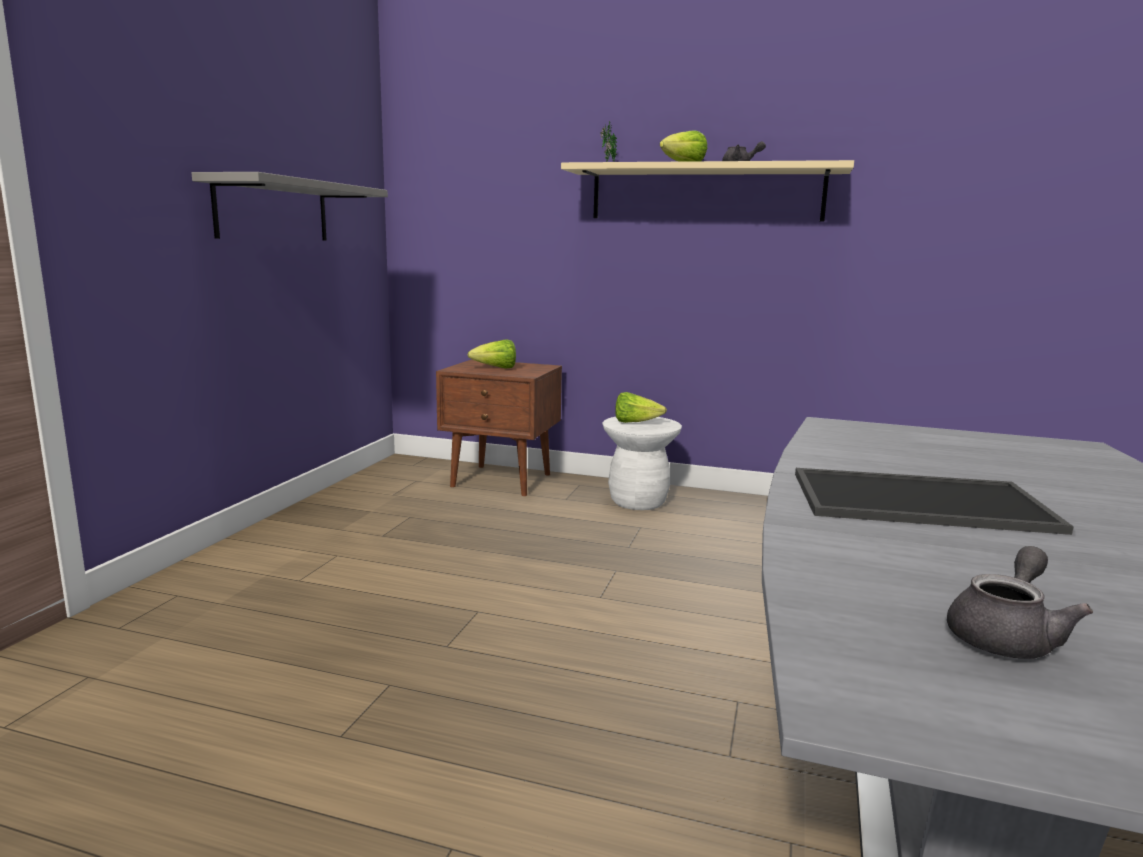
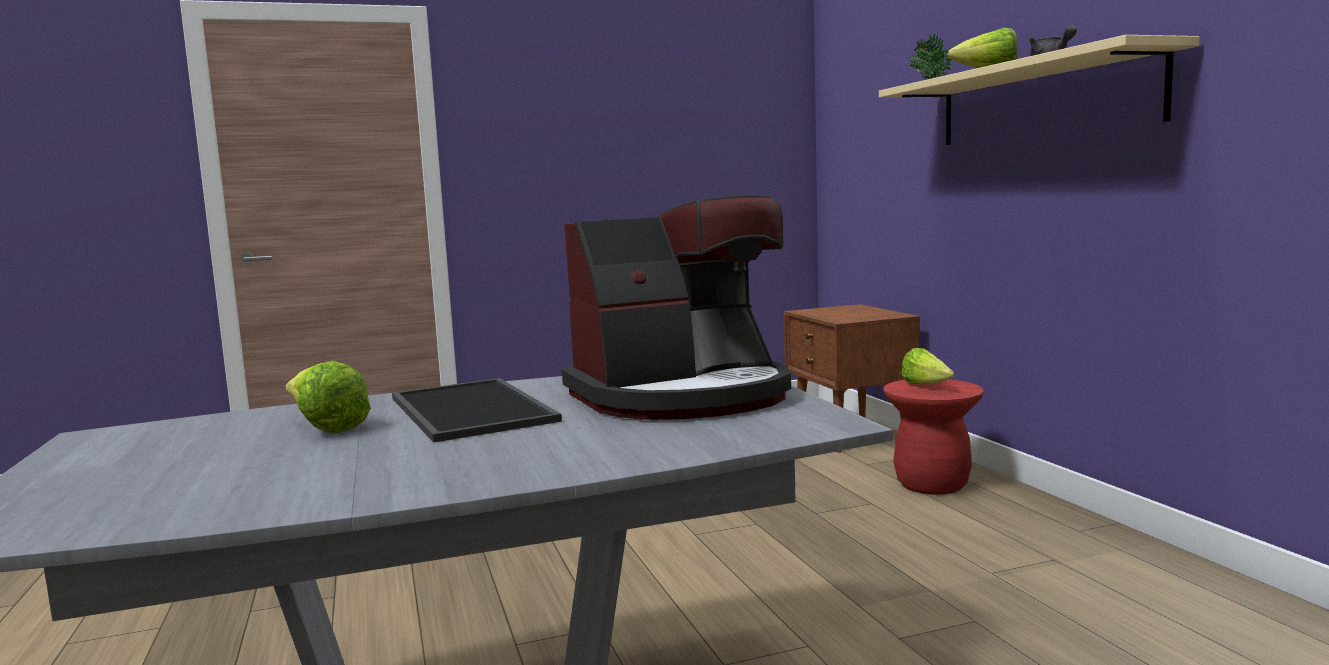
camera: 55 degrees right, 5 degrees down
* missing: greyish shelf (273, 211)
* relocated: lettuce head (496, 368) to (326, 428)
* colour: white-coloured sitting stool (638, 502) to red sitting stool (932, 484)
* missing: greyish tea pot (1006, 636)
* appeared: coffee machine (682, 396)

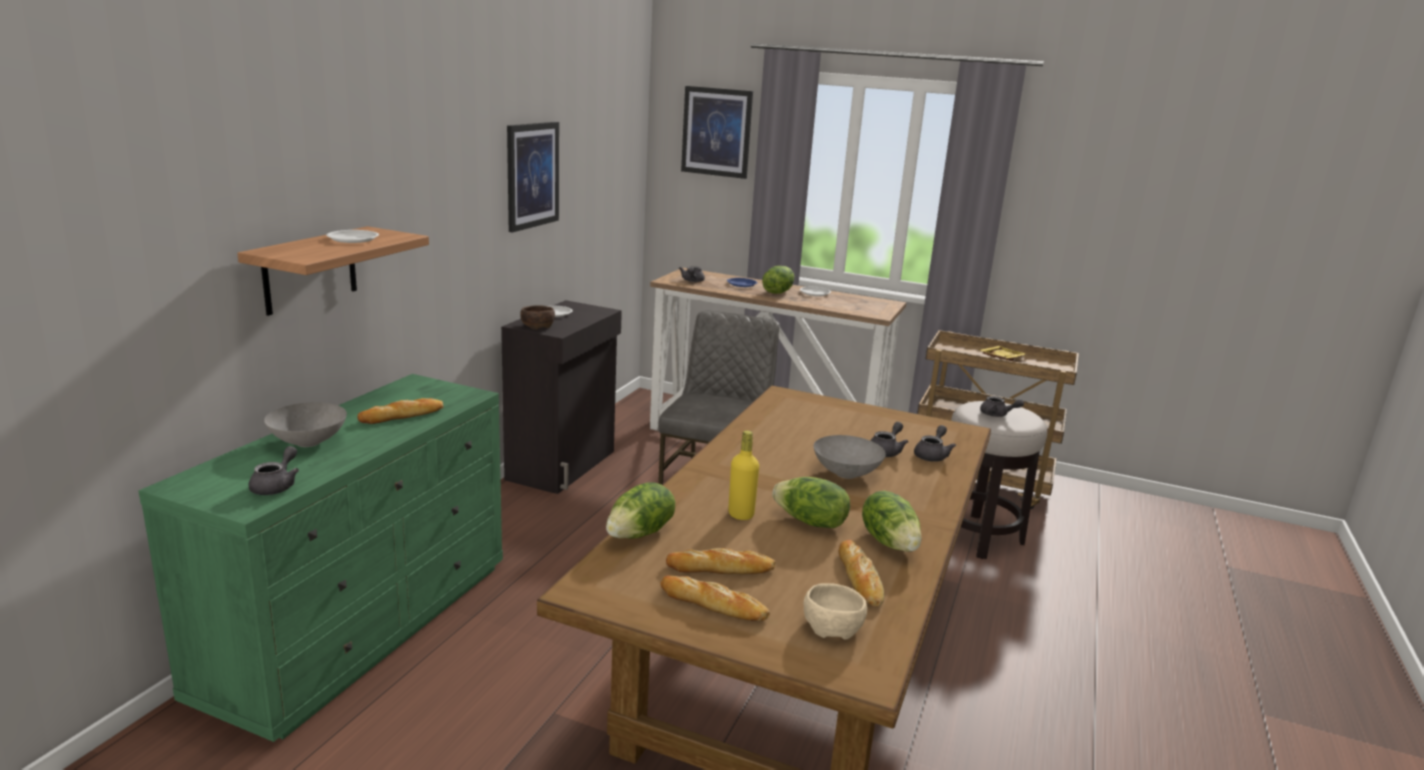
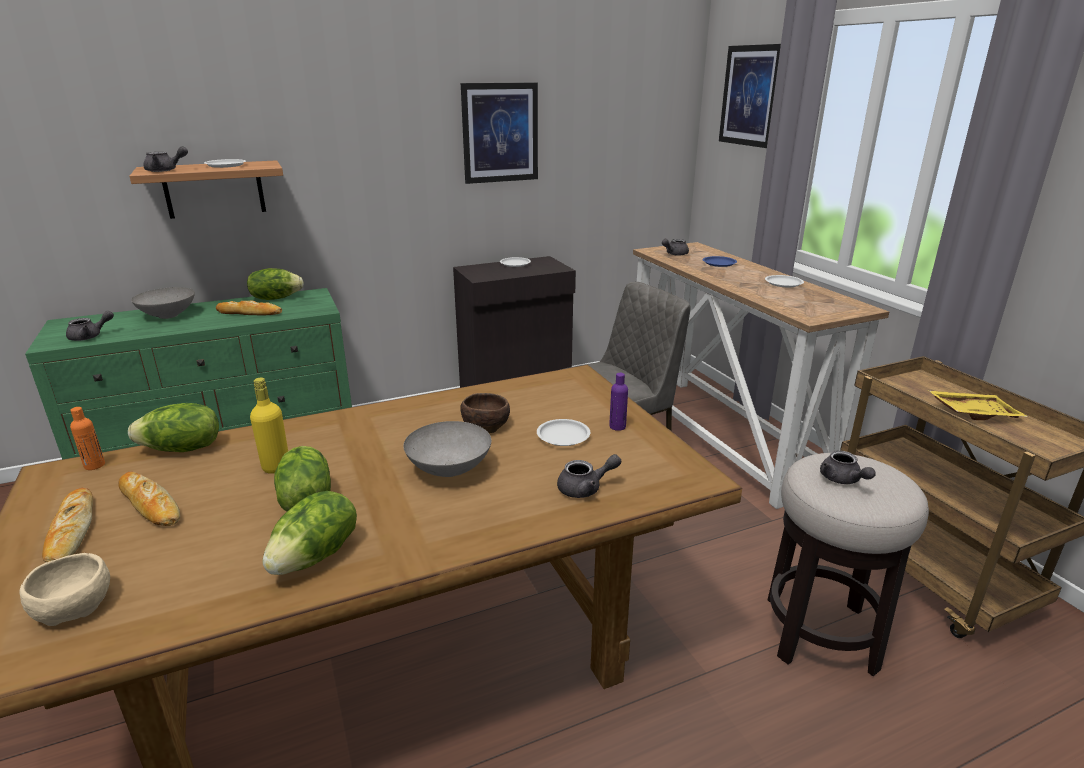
camera: 45 degrees right, 5 degrees up
* relocated: lettuce head (777, 292) to (275, 298)
* relocated: brown-coloured bowl (537, 326) to (485, 424)
* relocated: greyish tea pot (886, 451) to (165, 170)
* missing: bakery bread (859, 577)
* appeared: purple drink bottle (617, 426)
* appeared: orange-coloured drink bottle (94, 465)
* appeared: white-coloured plate (563, 436)

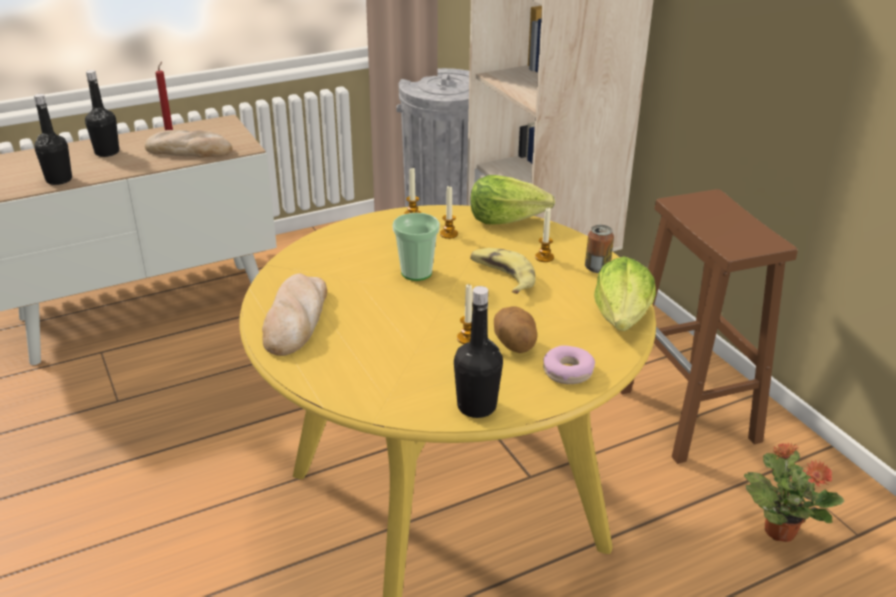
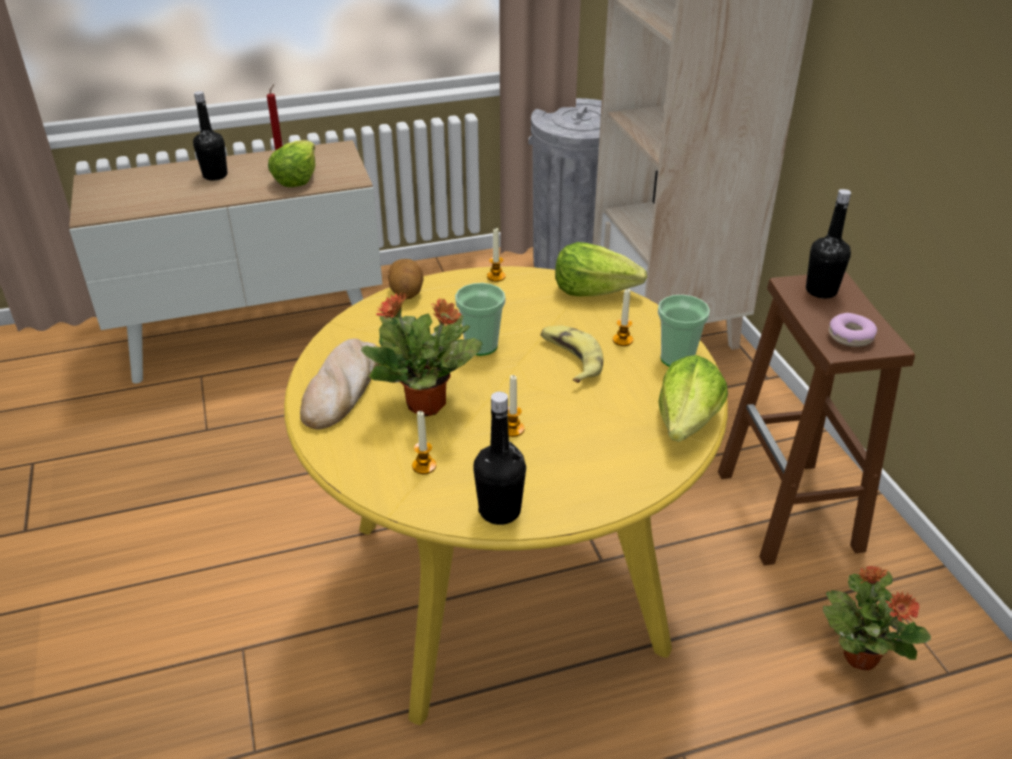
camera: 10 degrees right, 5 degrees up
* relocated: black-coloured drink bottle (59, 180) to (821, 291)
* exchanged: bakery bread (189, 150) to lettuce head (296, 178)
* relocated: wax candle (448, 234) to (424, 466)
* exchanged: metal can (597, 268) to drinking cup (677, 358)
* relocated: spud (515, 345) to (406, 293)
* relocated: doughnut (568, 372) to (851, 336)
* appeared: potted plant (428, 405)

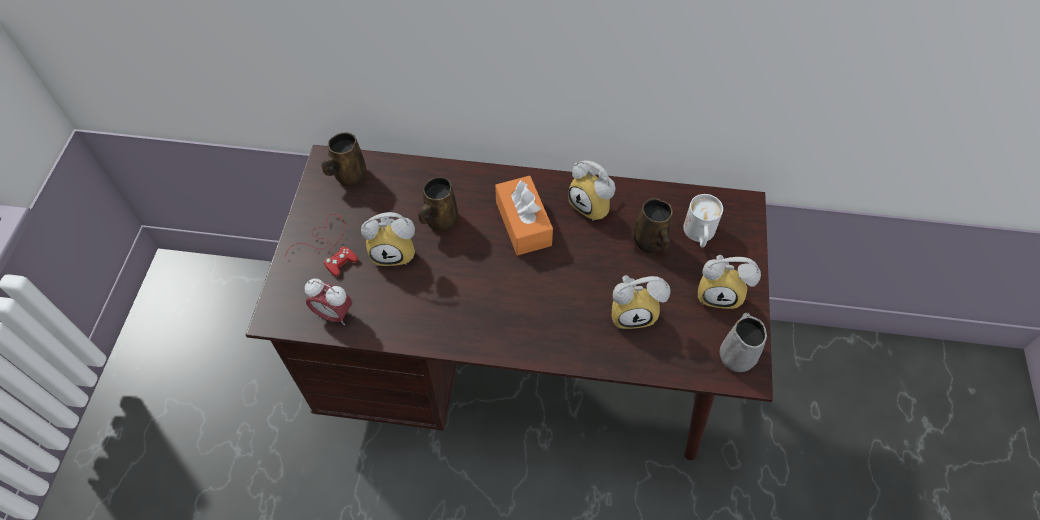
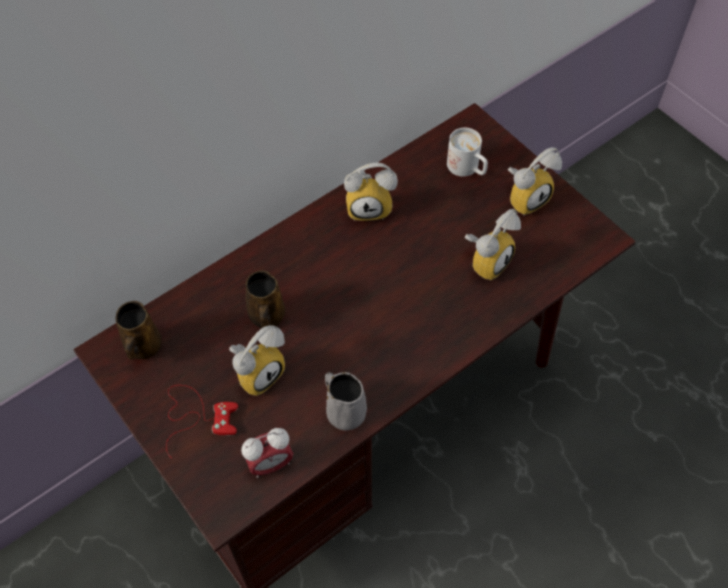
camera: 45 degrees left, 0 degrees up
* missing: orange-coloured tissue box (523, 223)
* missing: brown-coloured mug (650, 243)
* relocated: greyish mug (737, 355) to (345, 412)

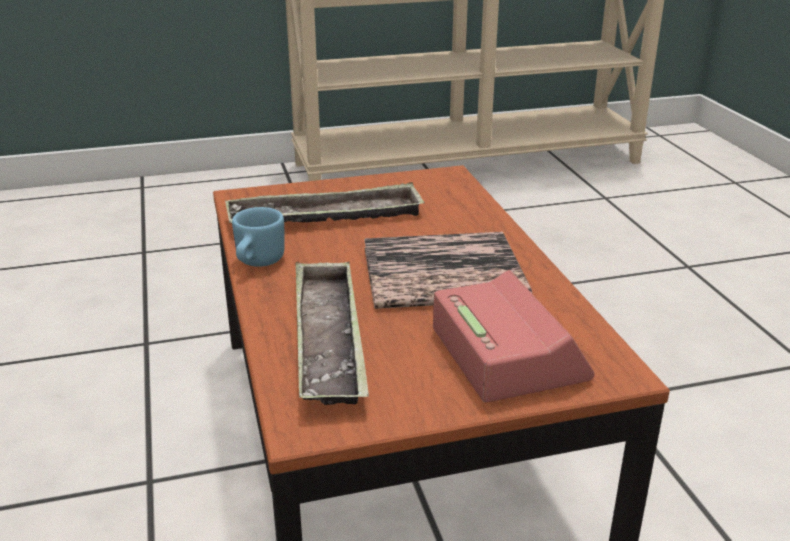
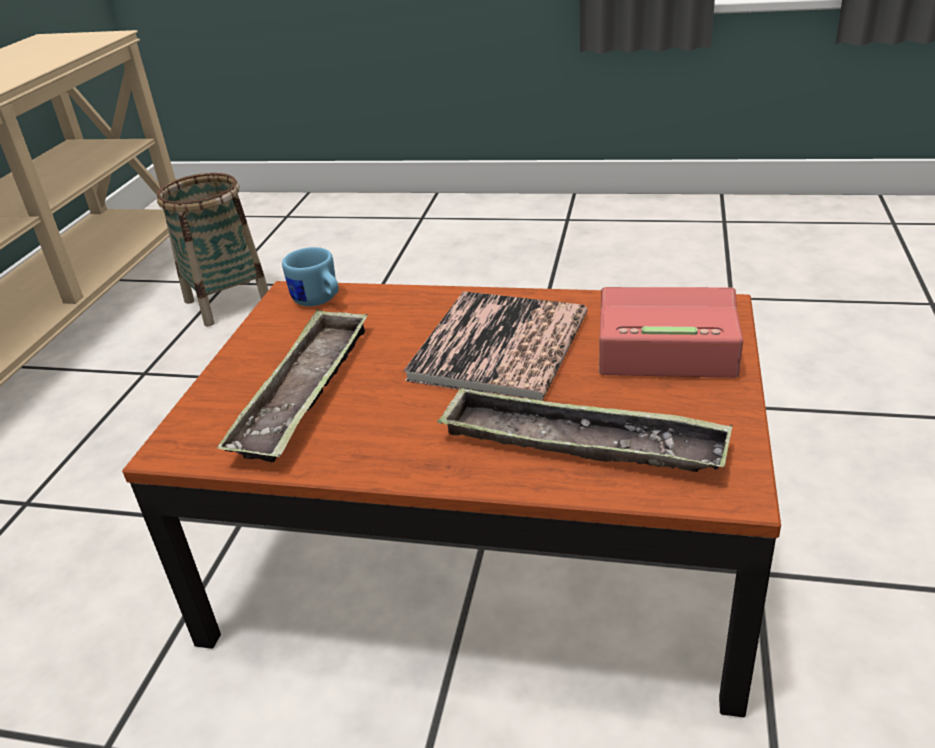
camera: 60 degrees left, 5 degrees up
* relocated: blue mug (256, 263) to (319, 301)
* appeared: storage basket (228, 302)

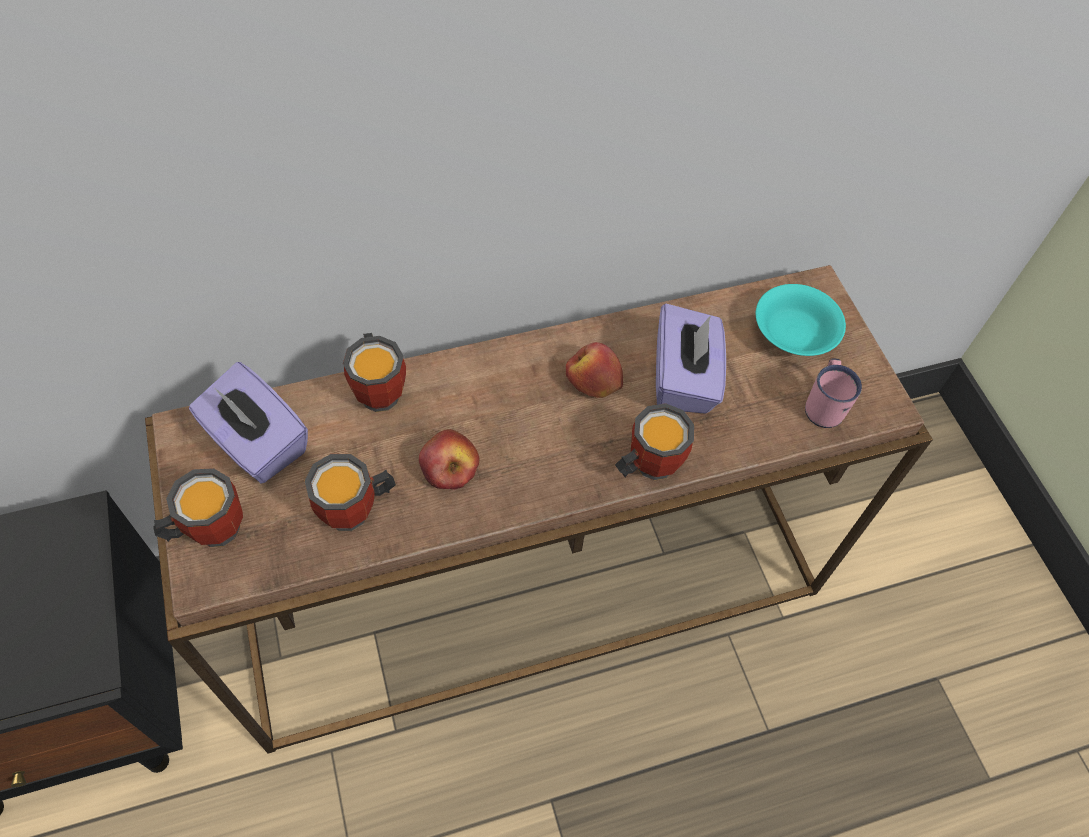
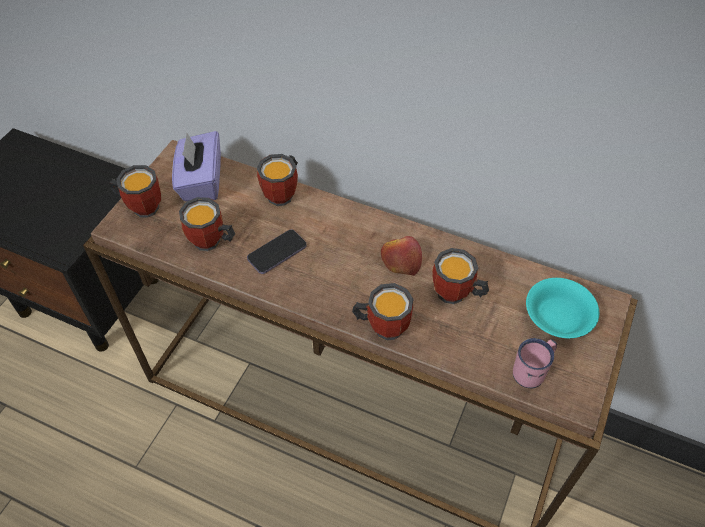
camera: 45 degrees right, 5 degrees down
* exchanged: purple tissue box (684, 379) to mug (455, 296)
* exchanged: whole apple (449, 466) to telephone (277, 253)

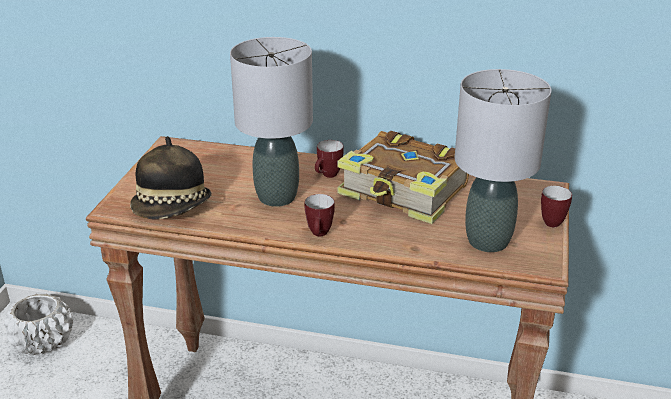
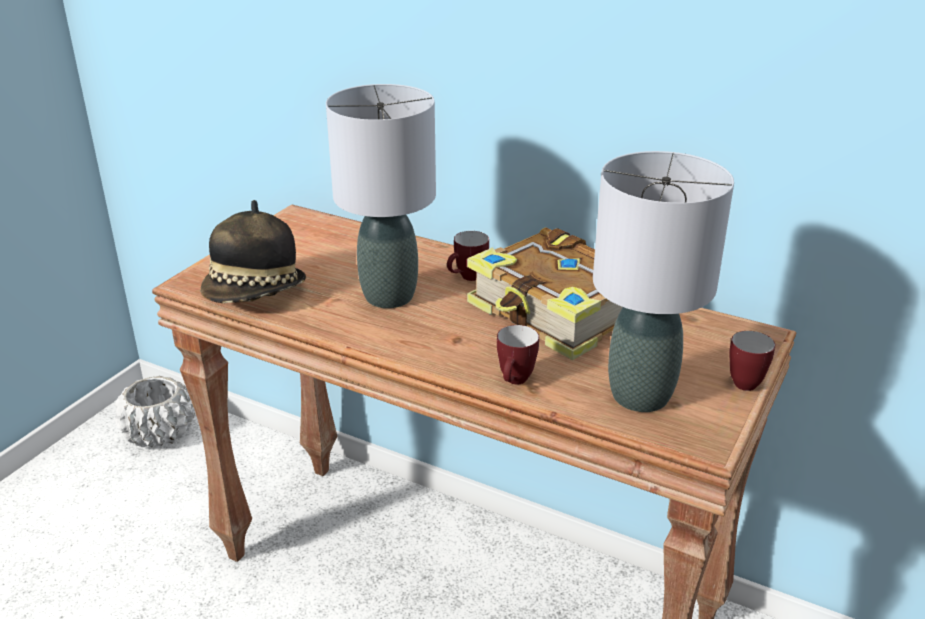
camera: 15 degrees right, 0 degrees up
* relocated: mug (319, 235) to (515, 382)

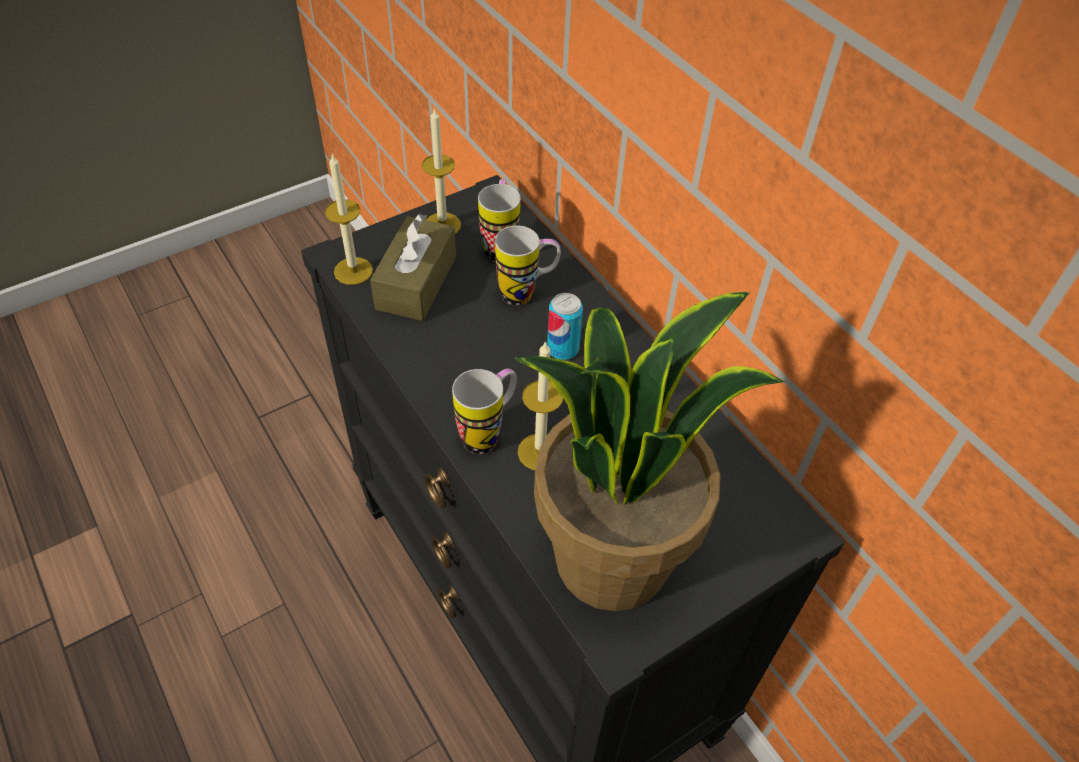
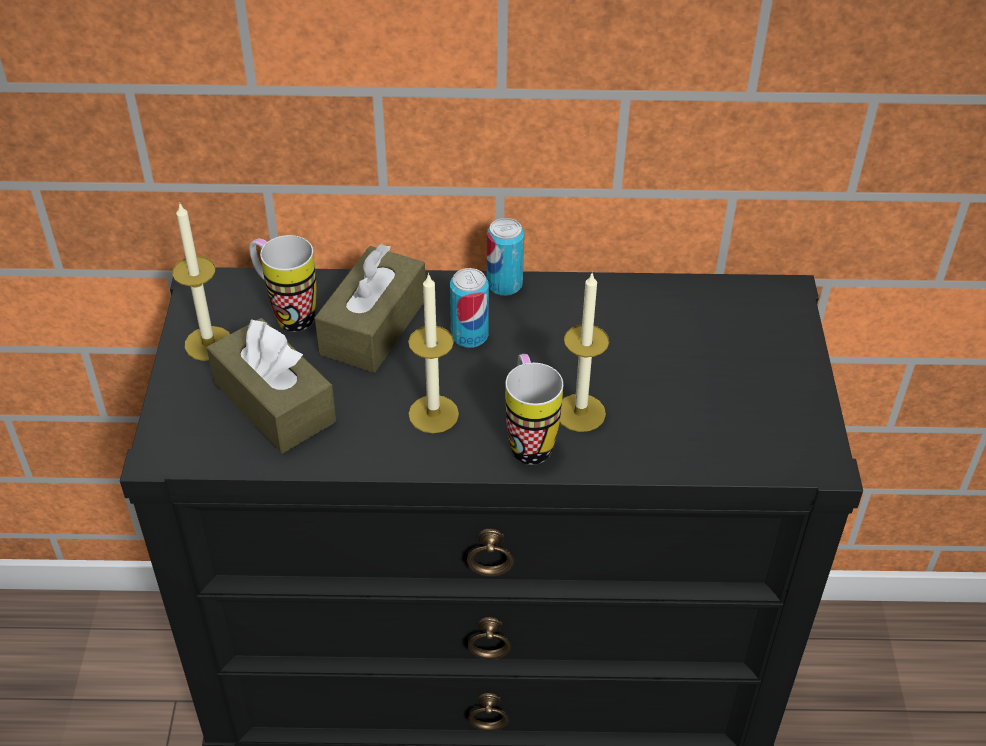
camera: 55 degrees left, 5 degrees down
* relocated: wax candle (353, 271) to (433, 414)
* exchanged: mug (527, 293) to brown-coloured tissue box (373, 326)
* missing: potted plant (612, 556)
* appeared: metal can (504, 285)

